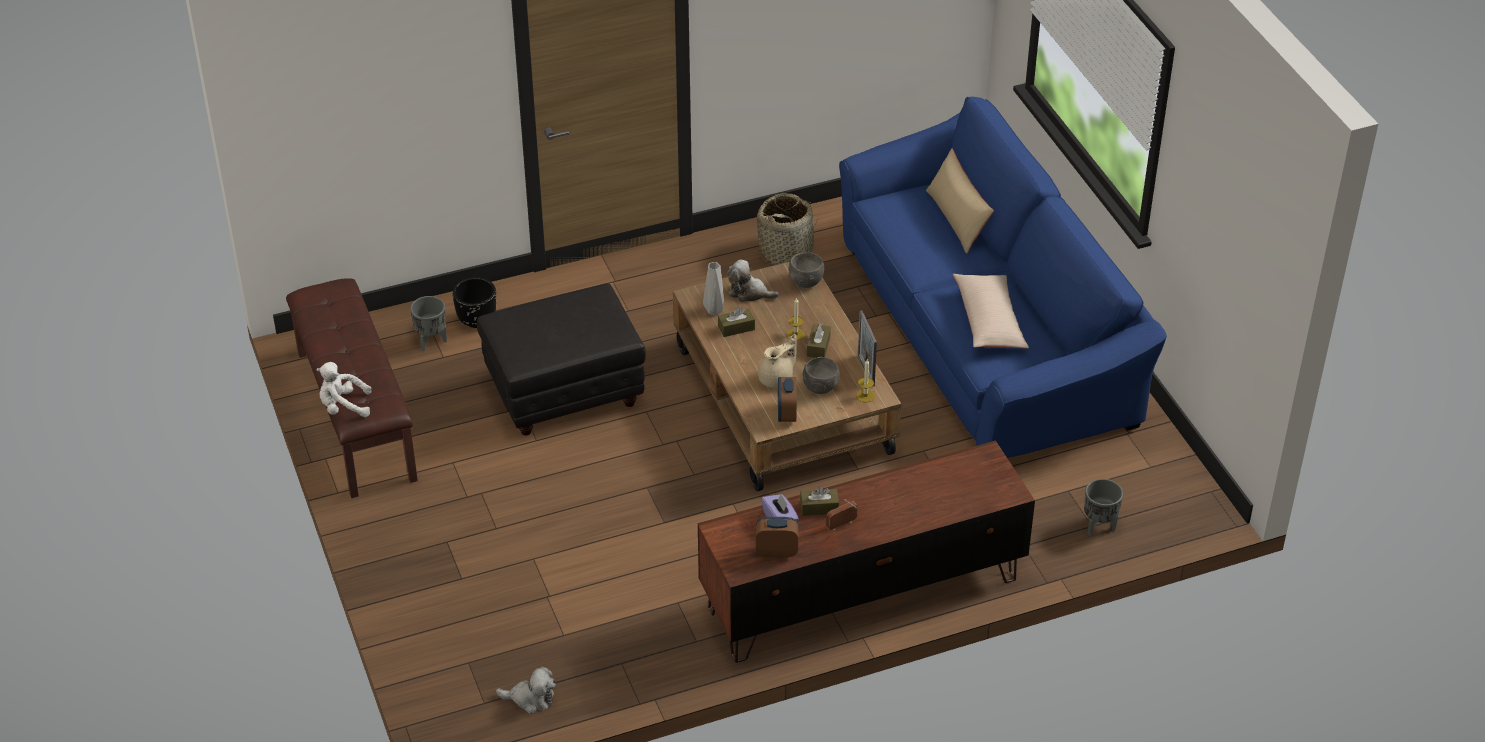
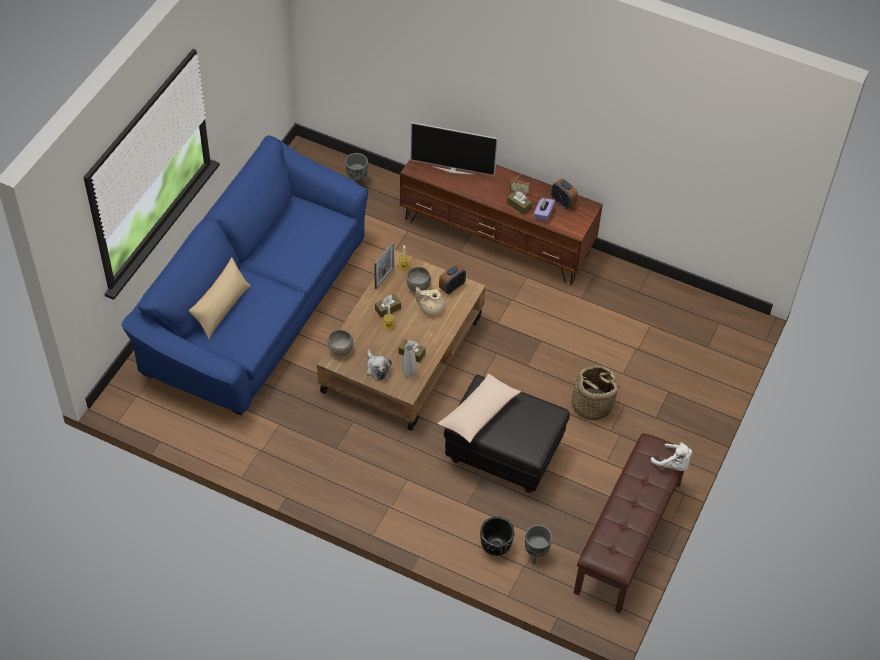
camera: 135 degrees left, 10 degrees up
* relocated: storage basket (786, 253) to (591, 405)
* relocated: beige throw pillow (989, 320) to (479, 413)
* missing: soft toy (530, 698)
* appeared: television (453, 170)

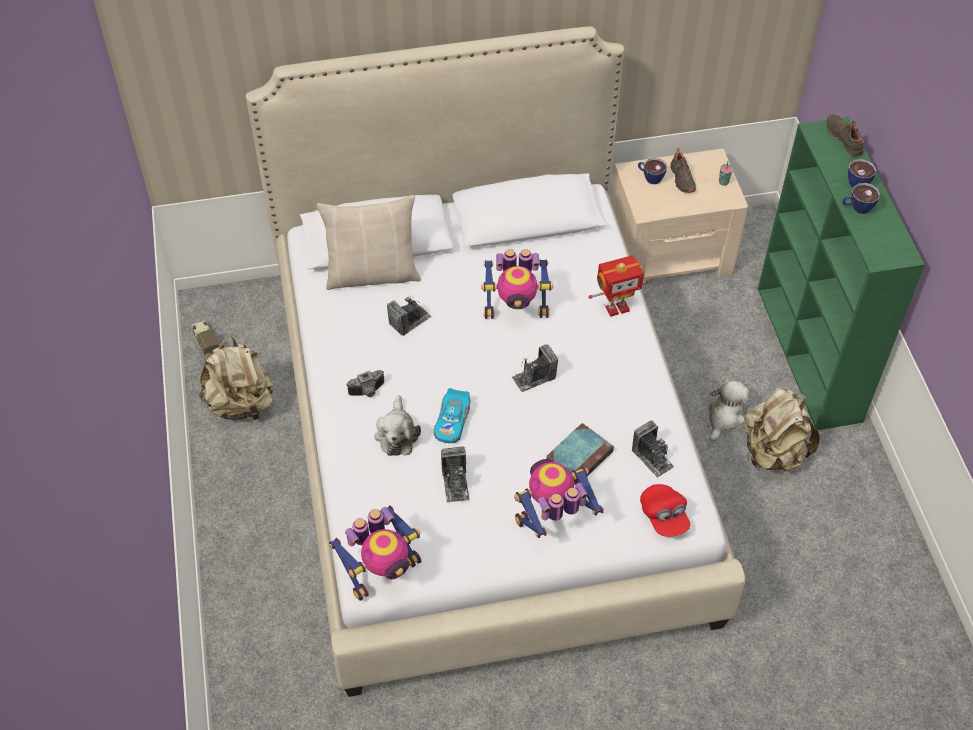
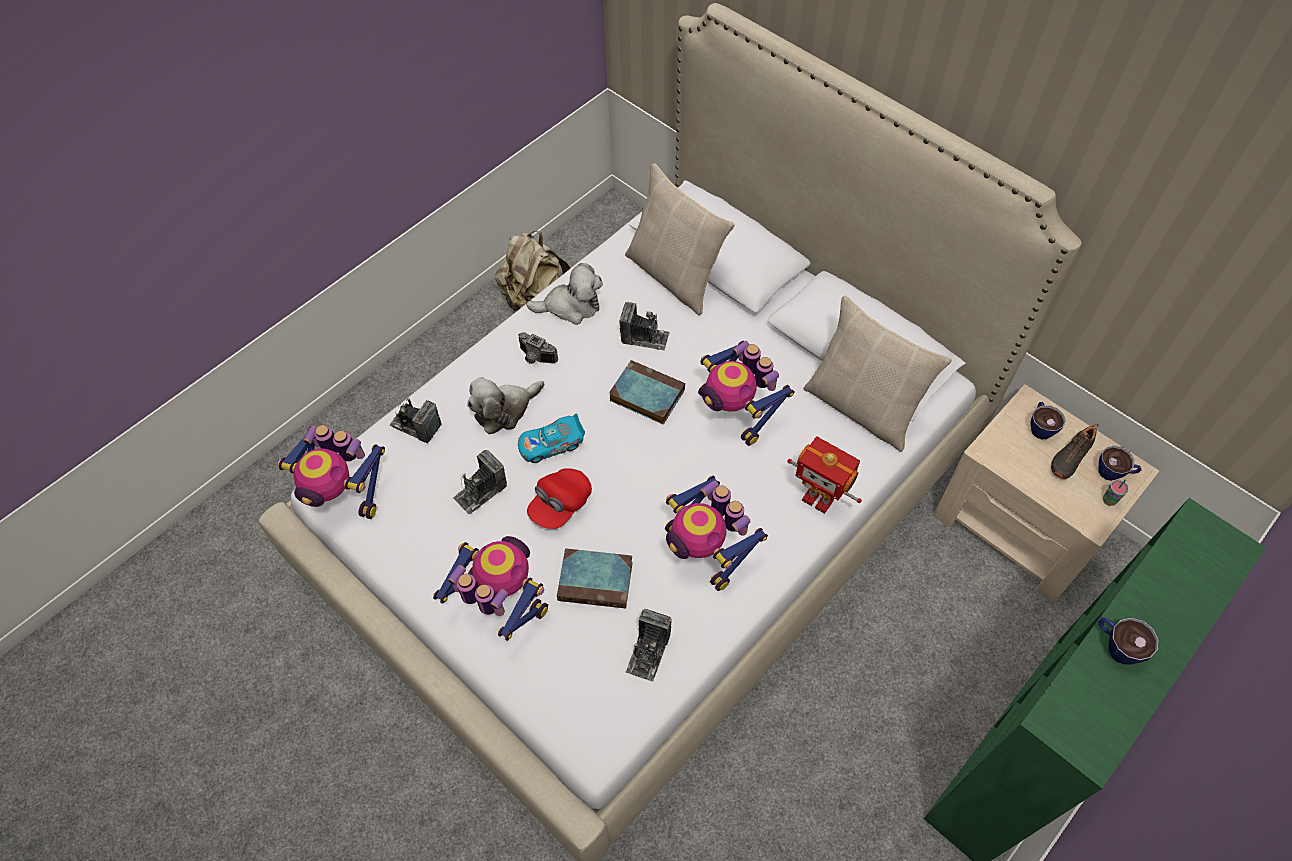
camera: 55 degrees right, 5 degrees up
* missing: black-coloured item of footwear (845, 139)
* relocated: drinking cup (860, 181) to (1114, 473)
* missing: model truck (206, 342)
* relocated: photo camera (534, 377) to (416, 425)
* relocated: soft toy (724, 417) to (571, 306)
* missing: beige rucksack (773, 453)
* relocated: red peaked cap (664, 517) to (560, 505)
* appeared: beige throw pillow (862, 407)
* appeared: bound book (645, 395)
* appeared: robot figure (706, 551)

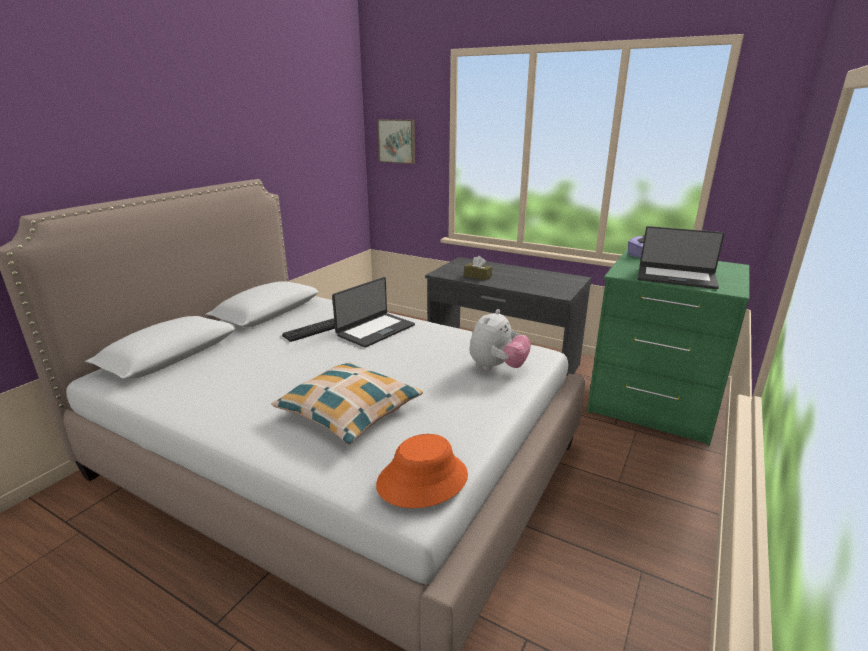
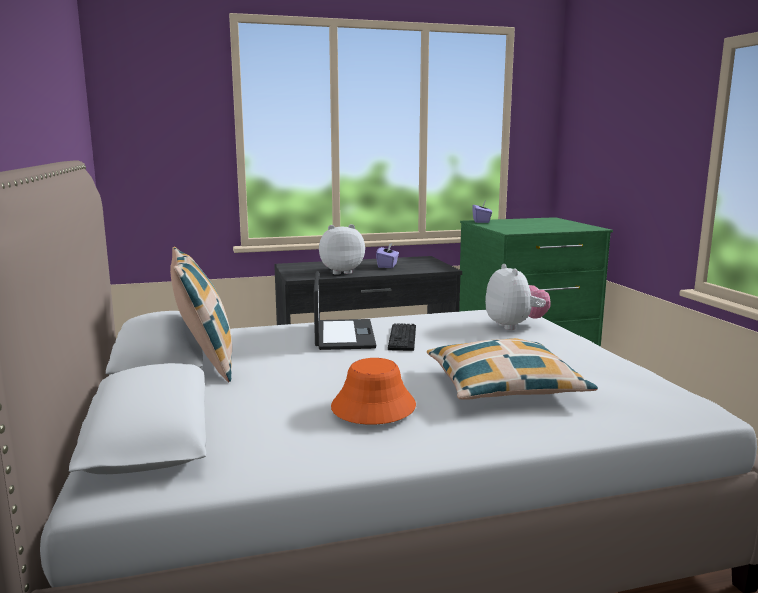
camera: 45 degrees left, 10 degrees down
* missing: wall picture (397, 141)
* missing: laptop (676, 277)
* exchanged: brown-coloured tissue box (477, 276) to soft toy (341, 272)
* relocated: PC keyboard (313, 330) to (402, 338)
* relocated: orange-coloured wearable hat (422, 479) to (373, 406)
* appeared: purple tissue box (387, 266)
* appeared: throw pillow (205, 364)

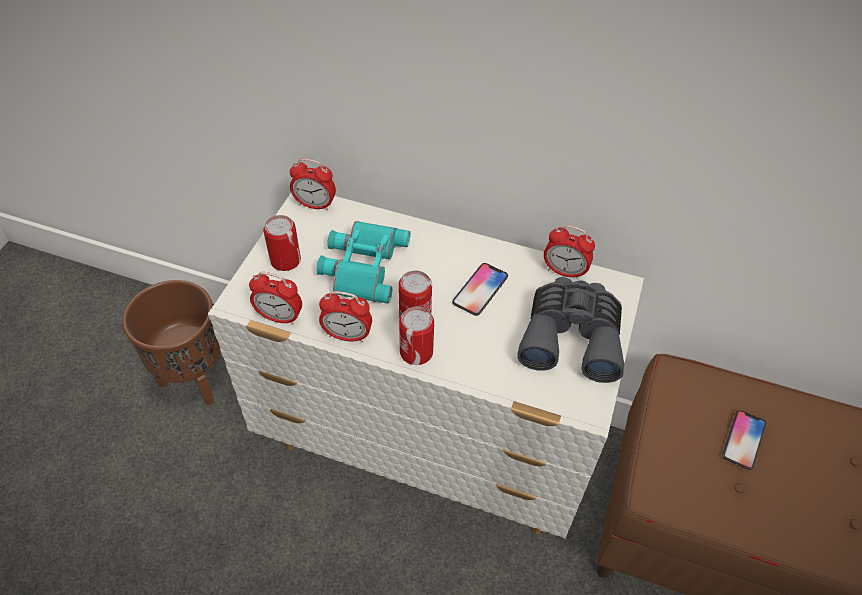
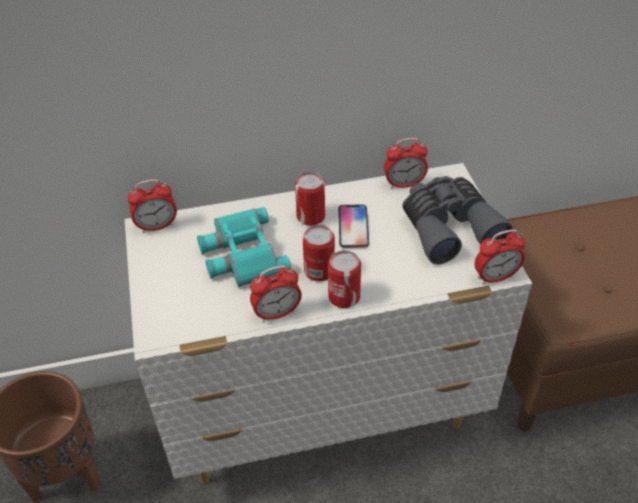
camera: 30 degrees left, 5 degrees down
* relocated: metal can (285, 260) to (310, 216)
* relocated: bedside clock (280, 317) to (495, 277)
* missing: telephone (743, 440)

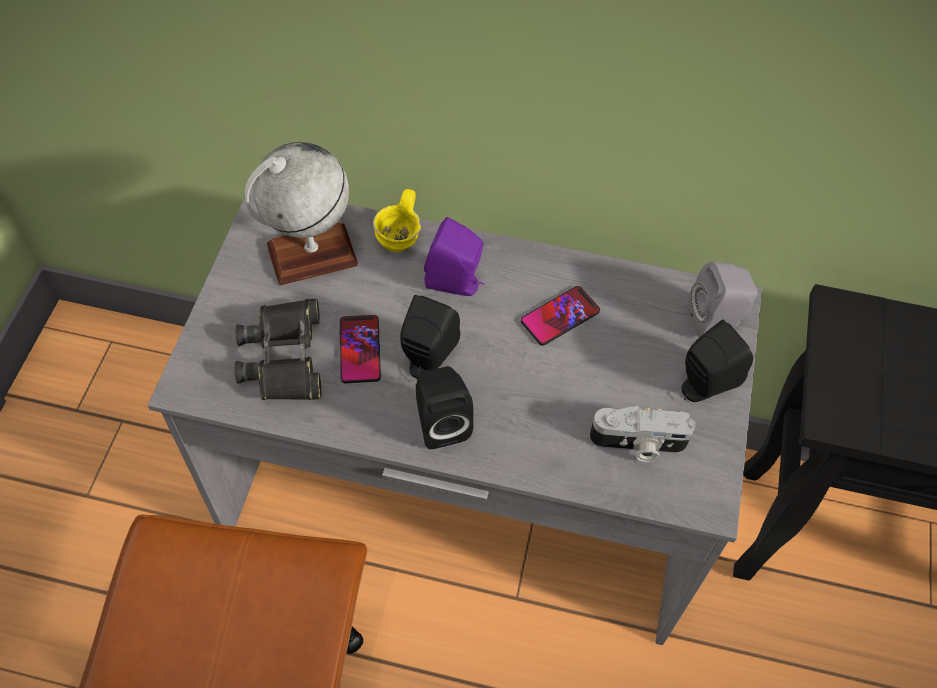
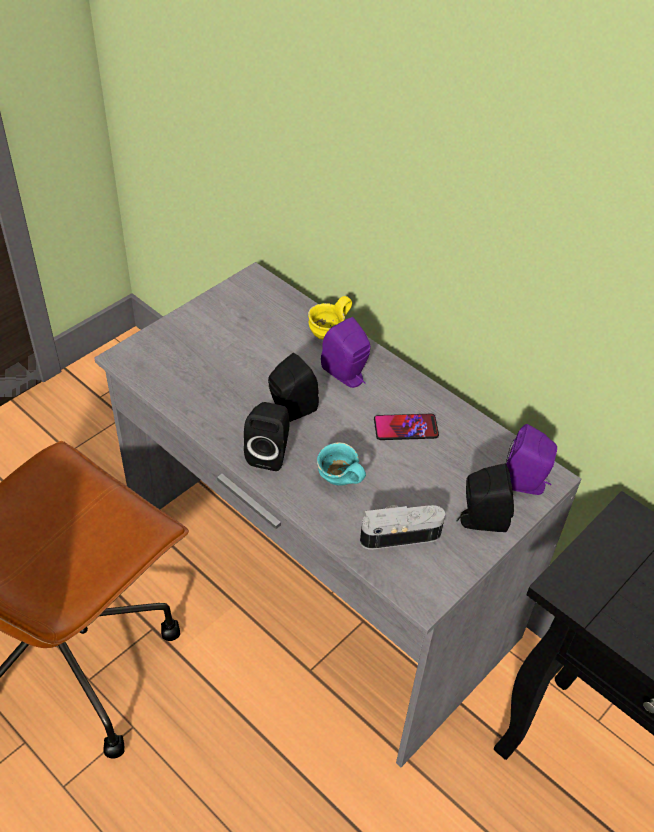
camera: 30 degrees right, 10 degrees down
* missing: world globe (311, 254)
* colour: greyish speaker (716, 321) to purple speaker (525, 484)
* missing: black-coloured pair of binoculars (284, 357)
* missing: telephone (360, 349)
* spun: photo camera (638, 445) = (399, 533) 135 degrees clockwise
* appeared: turquoise mug (338, 482)

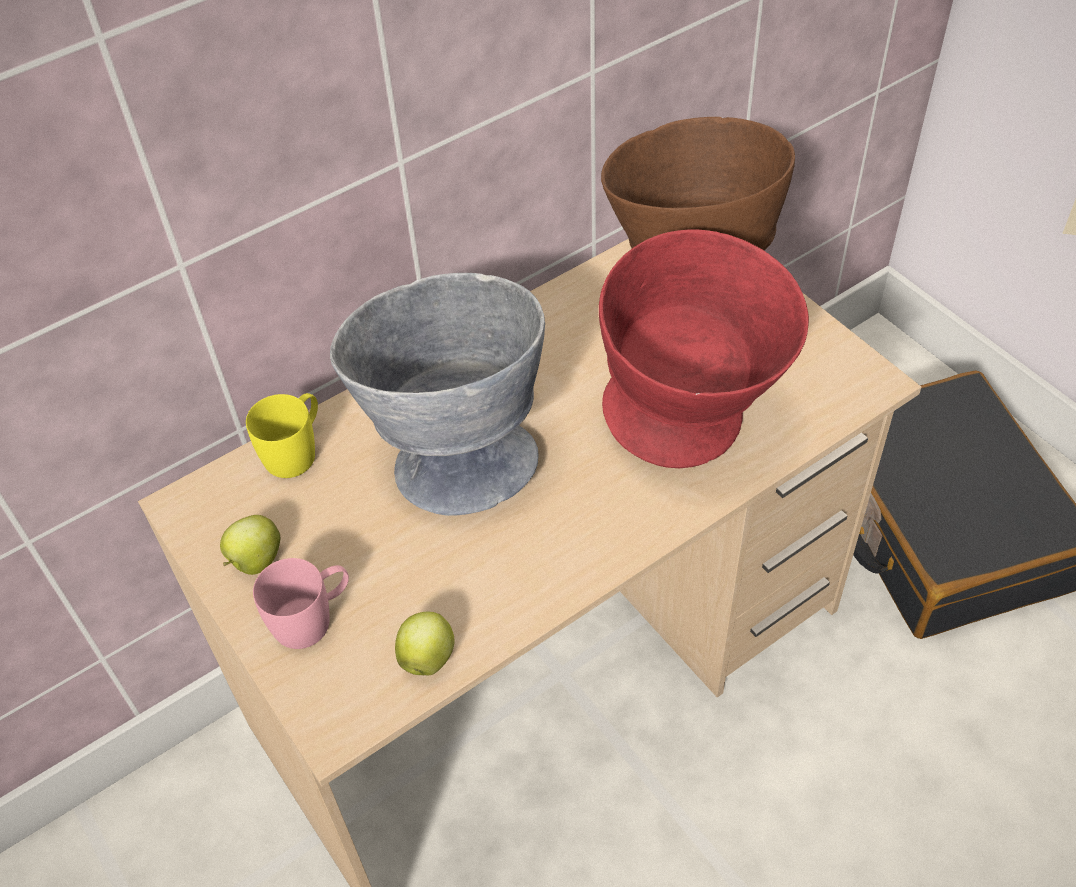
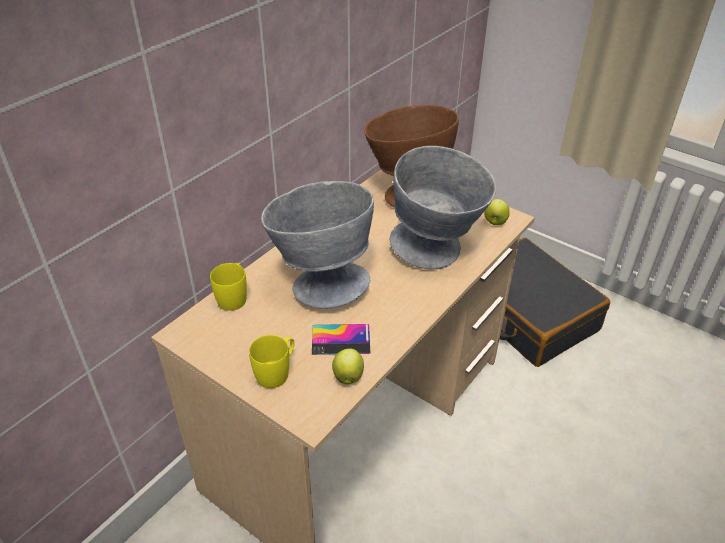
camera: 20 degrees left, 10 degrees down
* colour: red bowl (692, 431) to greyish bowl (437, 252)
* relocated: whole apple (255, 561) to (495, 222)
* colour: pink-coloured mug (313, 618) to yellowish mug (277, 371)
* appeared: telephone (340, 339)

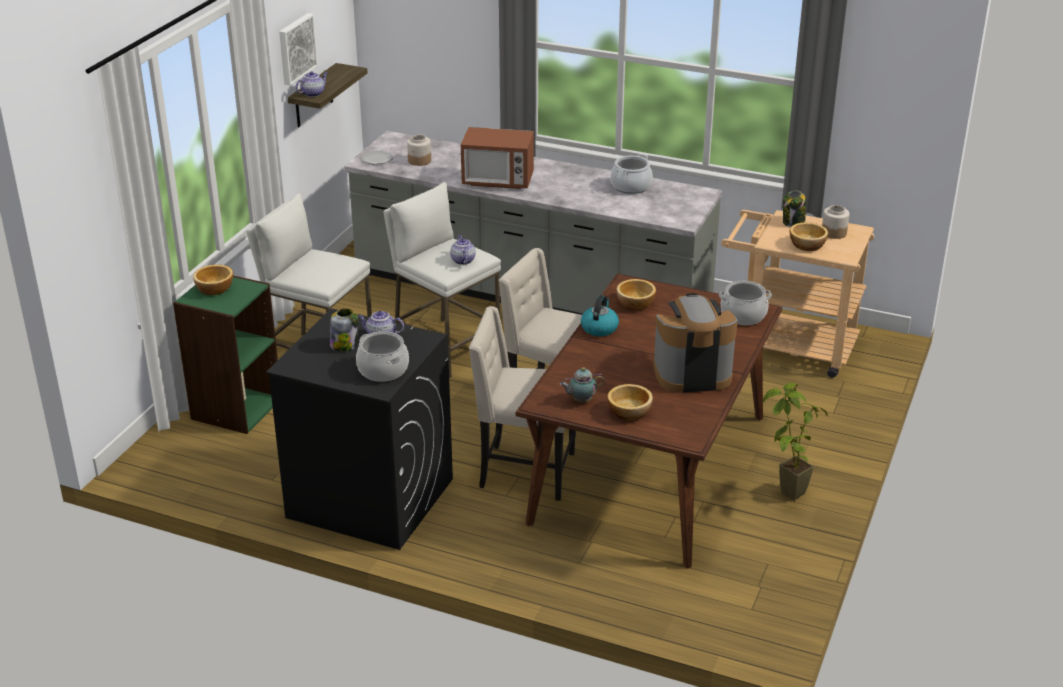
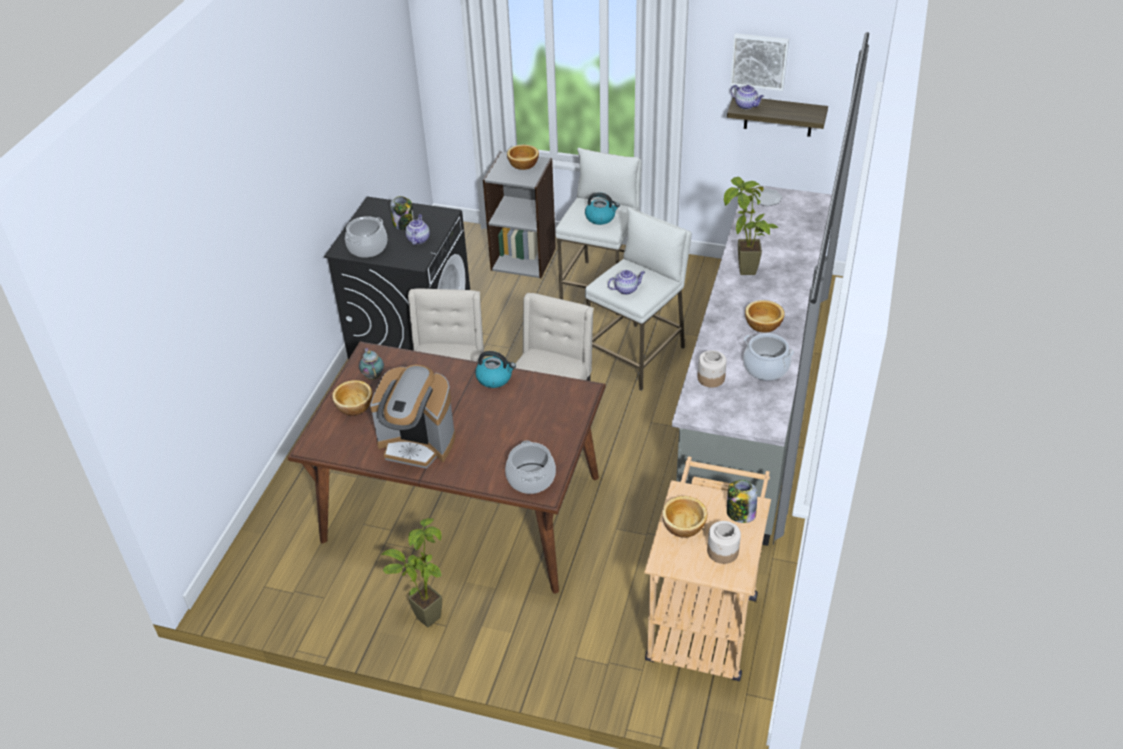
camera: 85 degrees right, 10 degrees up
* exchanged: microwave (498, 181) to potted plant (745, 275)
* relocated: preserve jar (419, 161) to (710, 378)
* colour: green shelving unit (236, 408) to greyish shelving unit (523, 258)
* relocated: bowl (636, 304) to (762, 325)
* spun: coffee machine (692, 374) = (417, 444) 120 degrees clockwise
* appeared: kettle (601, 217)

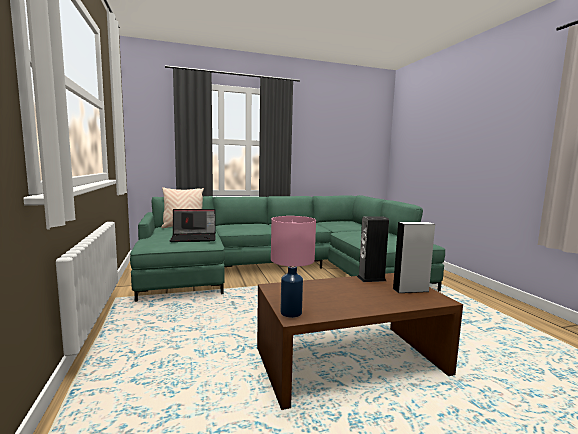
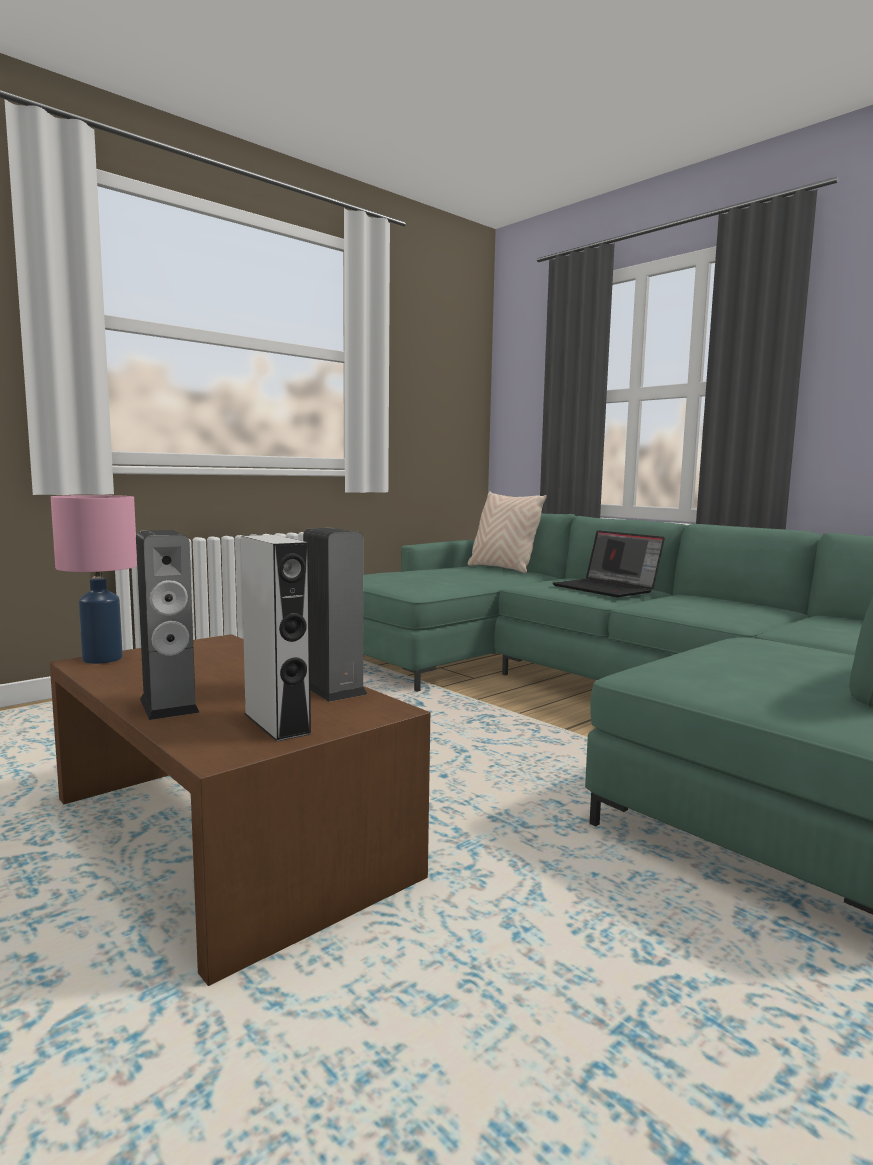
camera: 65 degrees right, 0 degrees up
* relocated: laptop (194, 238) to (607, 589)
* appeared: speaker (169, 705)

